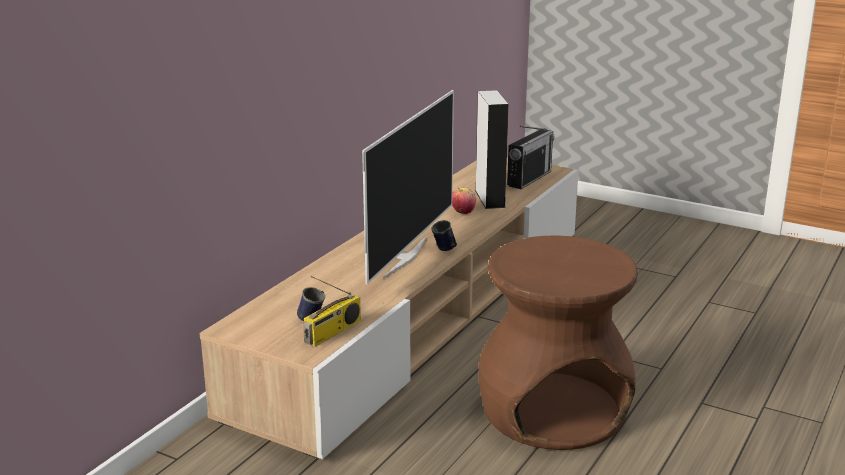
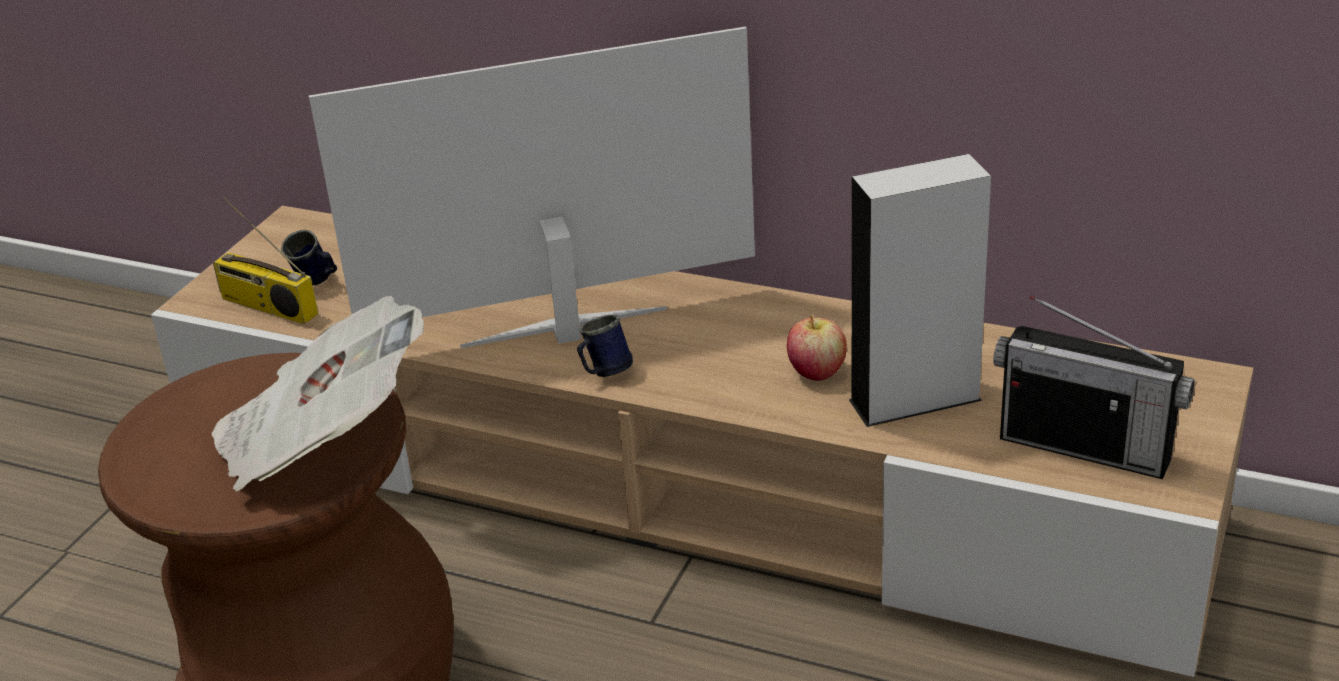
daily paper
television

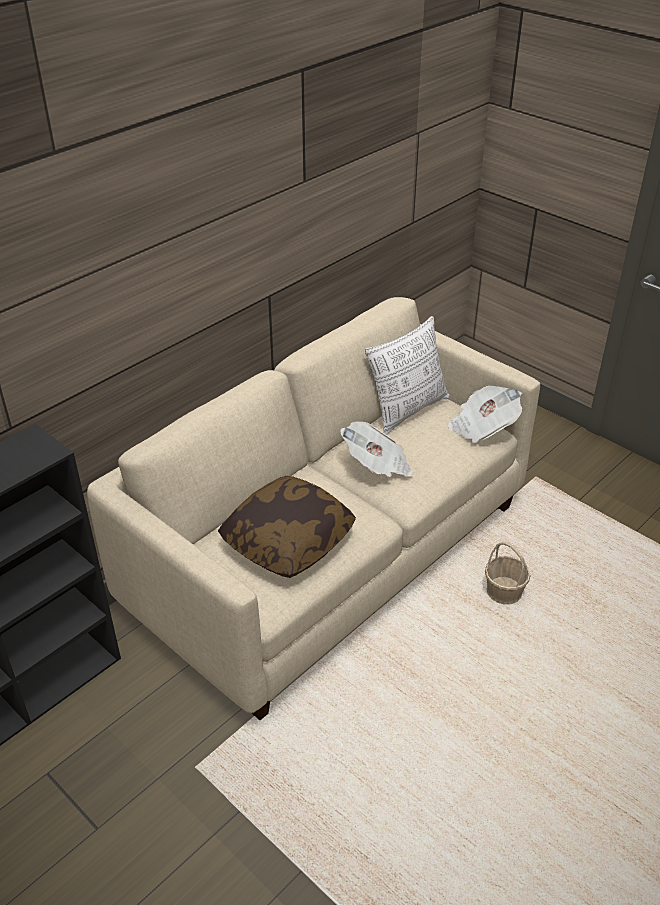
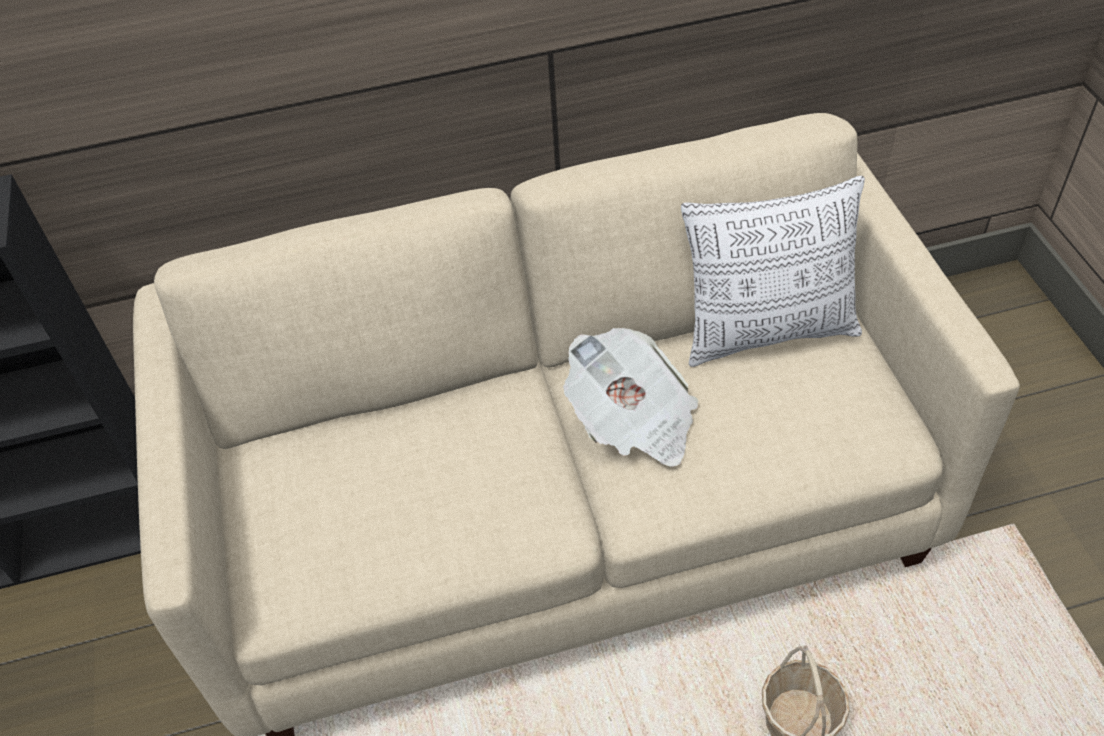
throw pillow (1st from left in the first image)
daily paper (2nd from left in the first image)

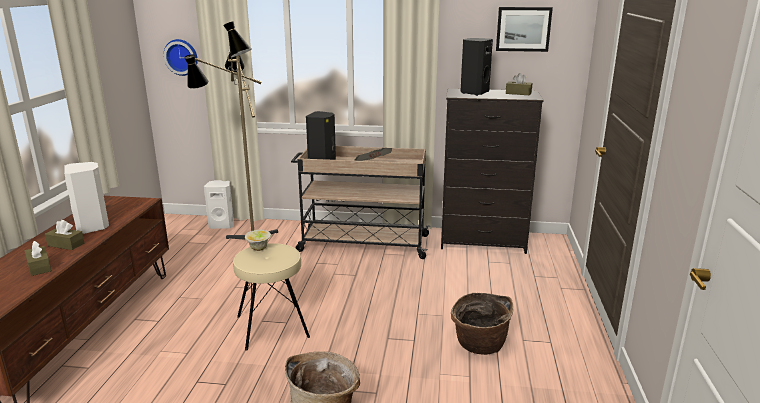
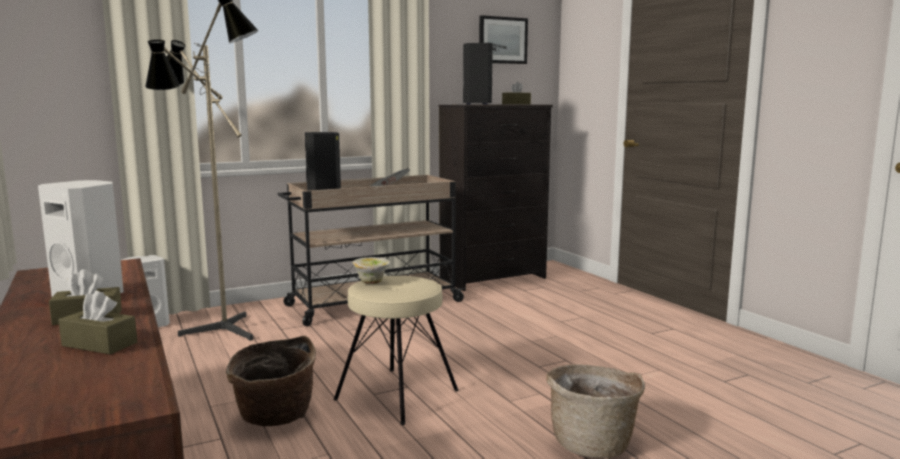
wall clock
storage basket (1st from left)

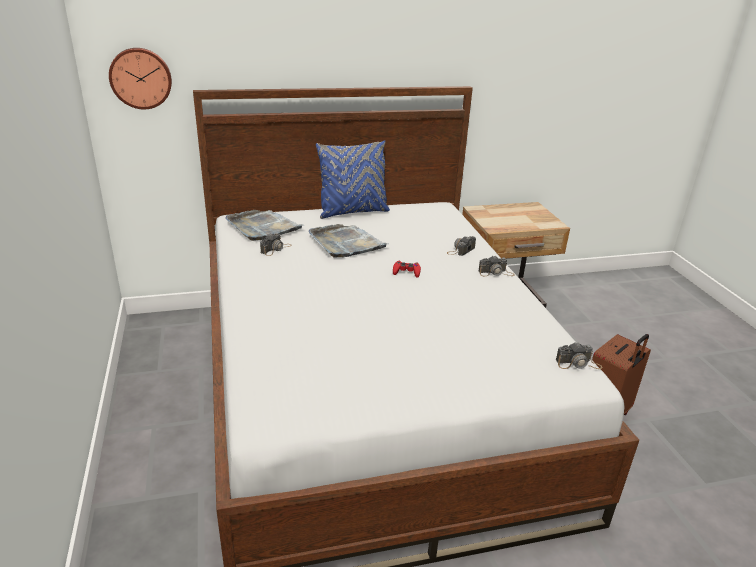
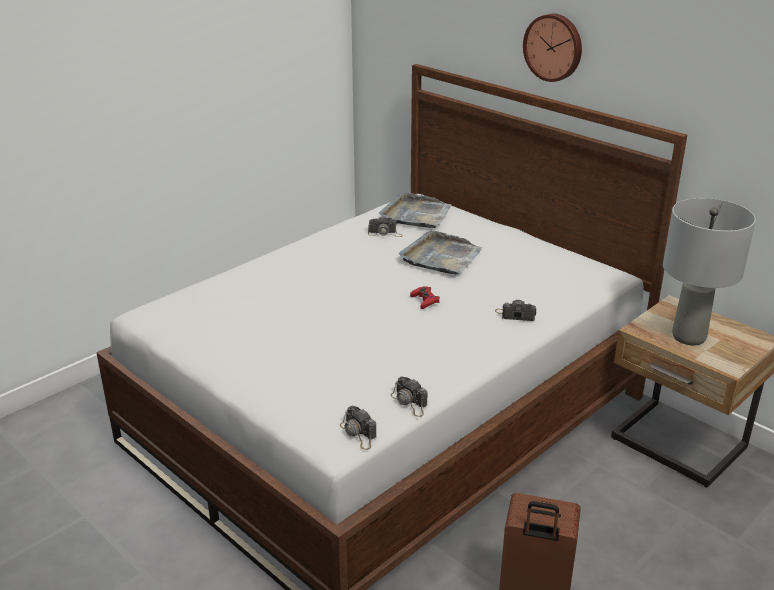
blue-coloured throw pillow
gray lamp for a table
wall clock
photo camera (3rd from left)

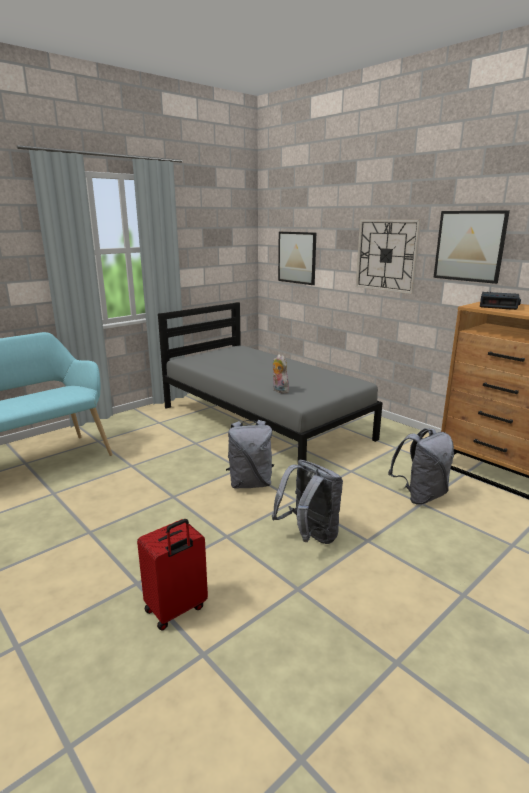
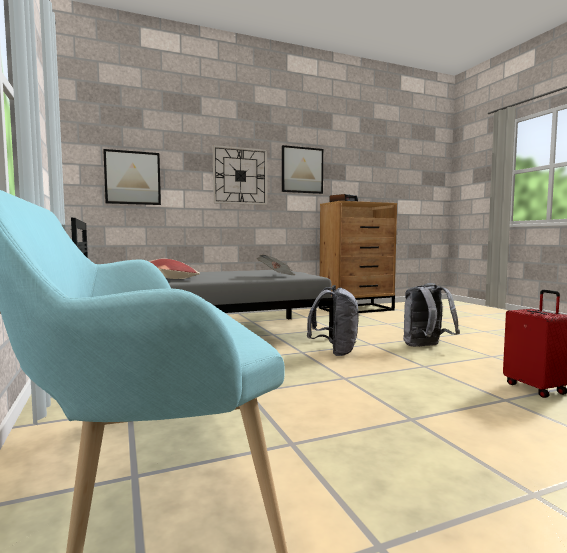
gray rucksack (3rd from left in the first image)
throw pillow
daily paper

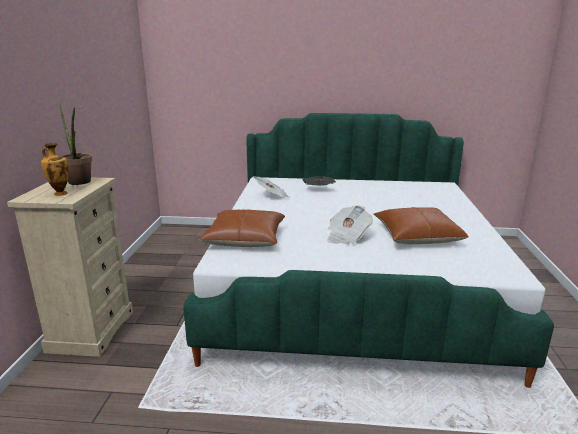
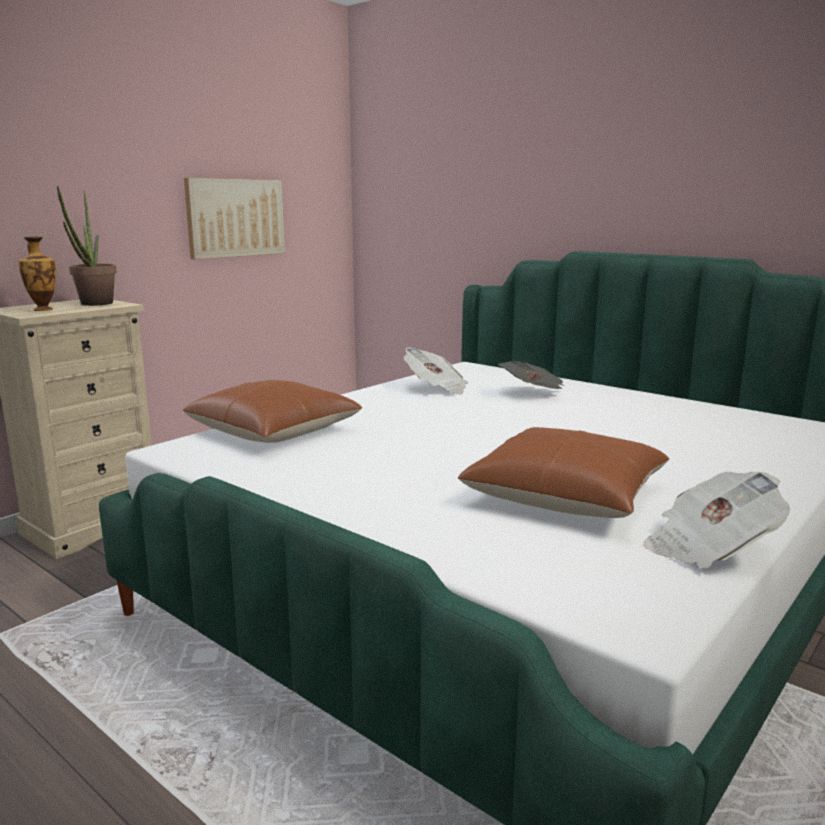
wall picture
daily paper (3rd from left)

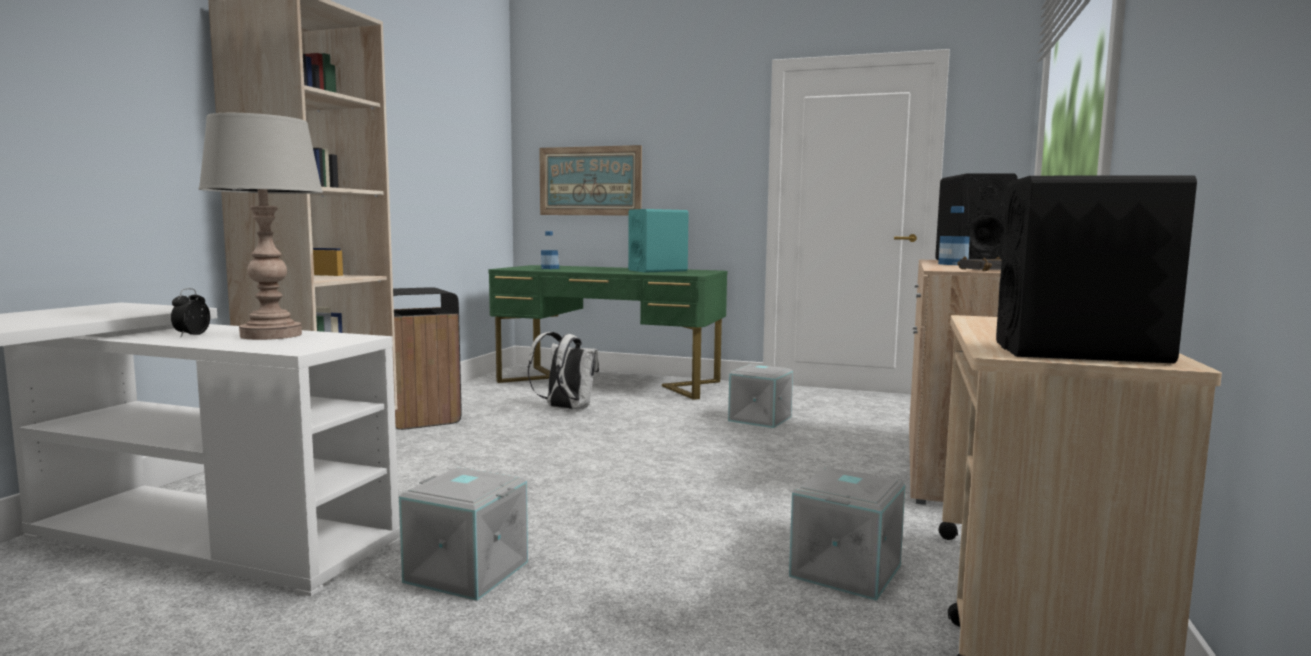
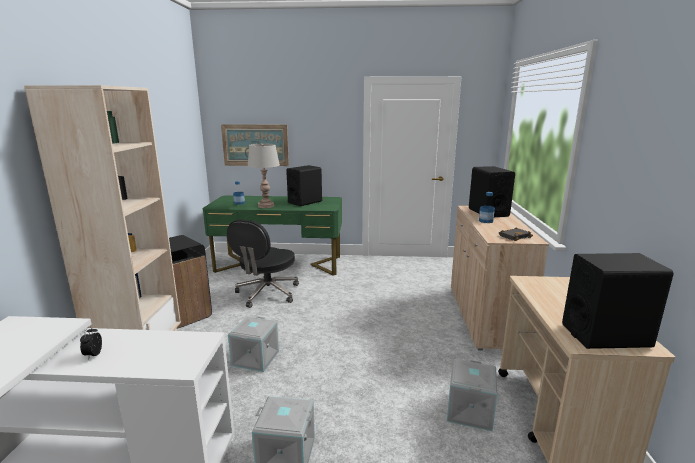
gray lamp for a table
gray storage box (1st from left)
blackish computer chair
blackish speaker (1st from left)

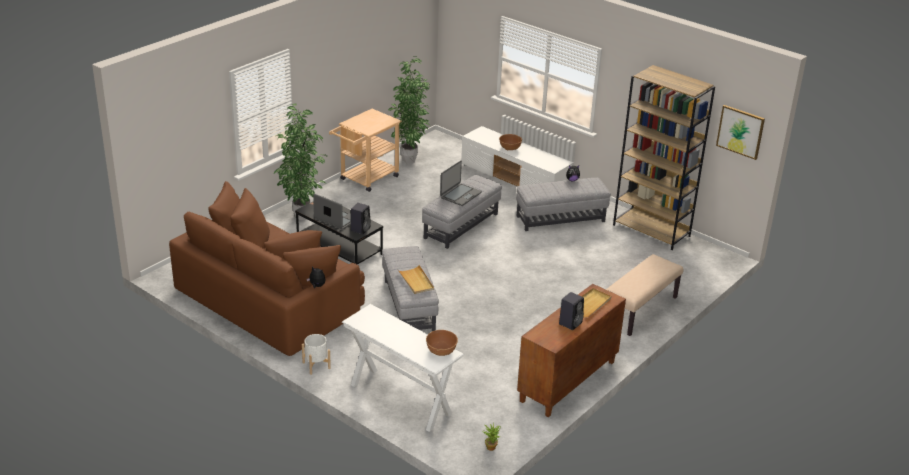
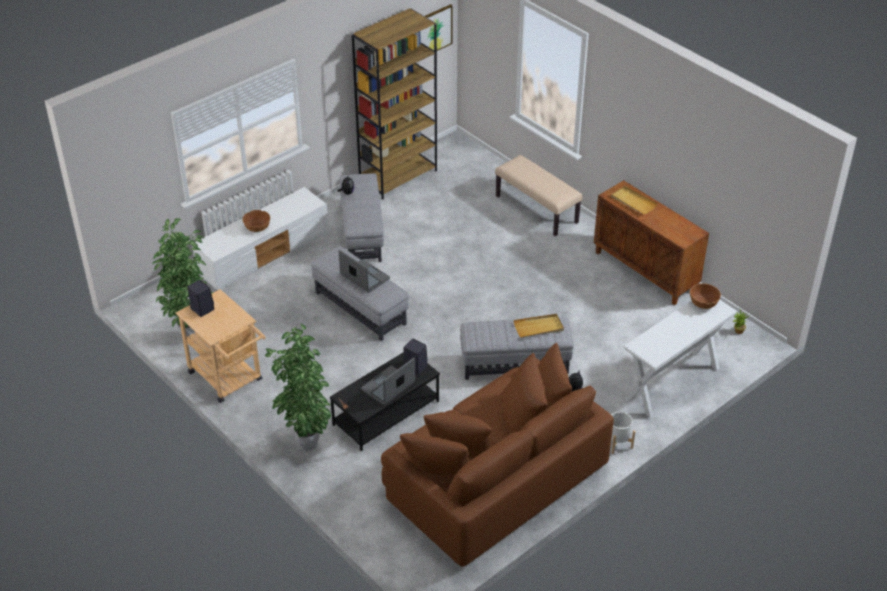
blackish speaker (1st from left)

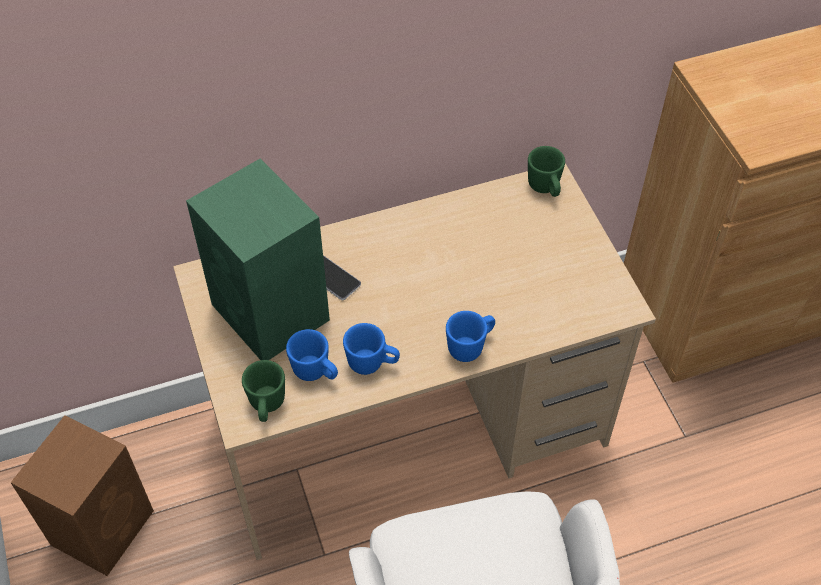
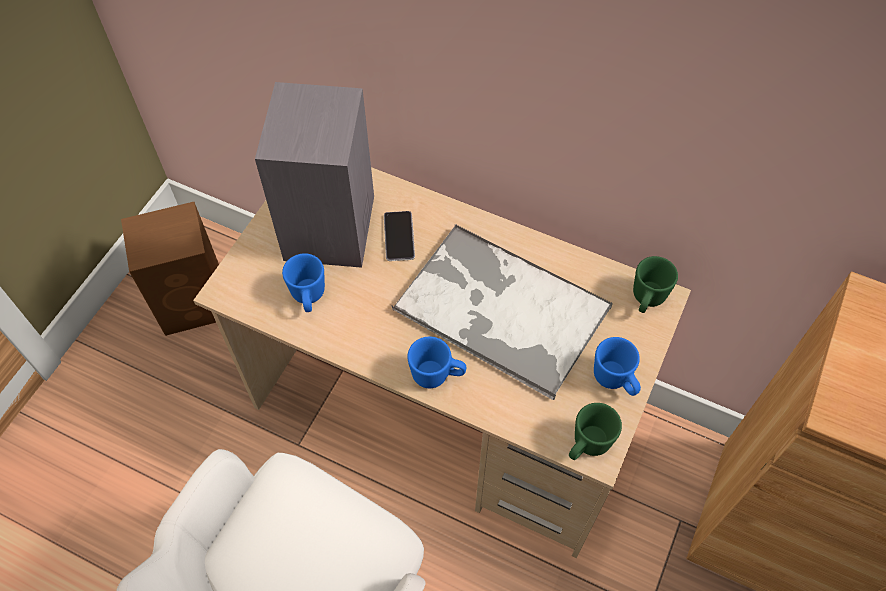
carrying tray
green-coloured mug (1st from left)
blue-coloured mug (3rd from left)
gray speaker

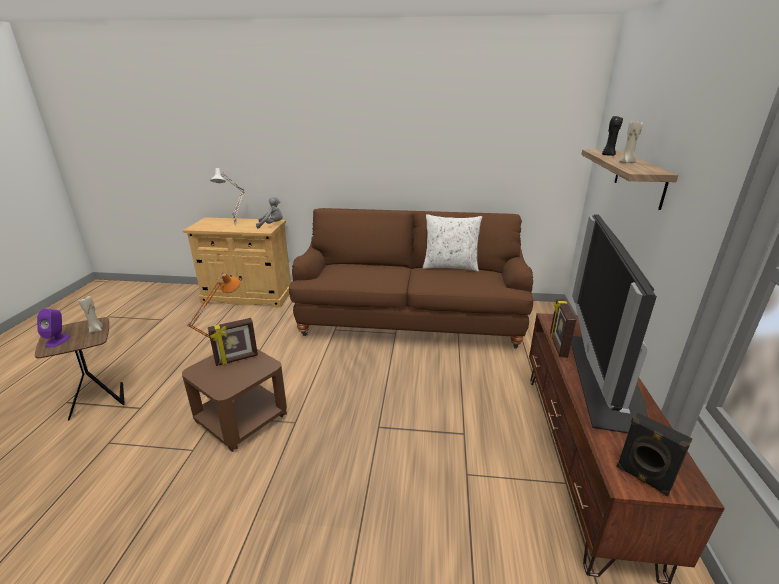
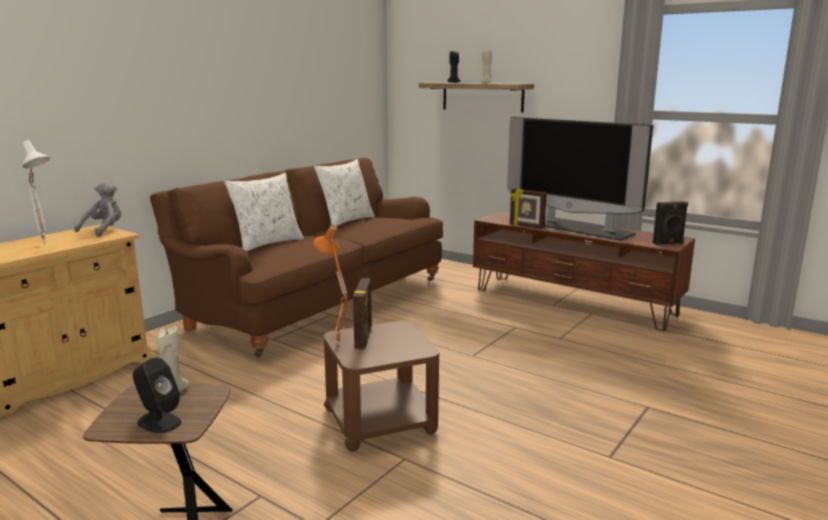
white throw pillow (1st from left)
blackish speaker (1st from left)

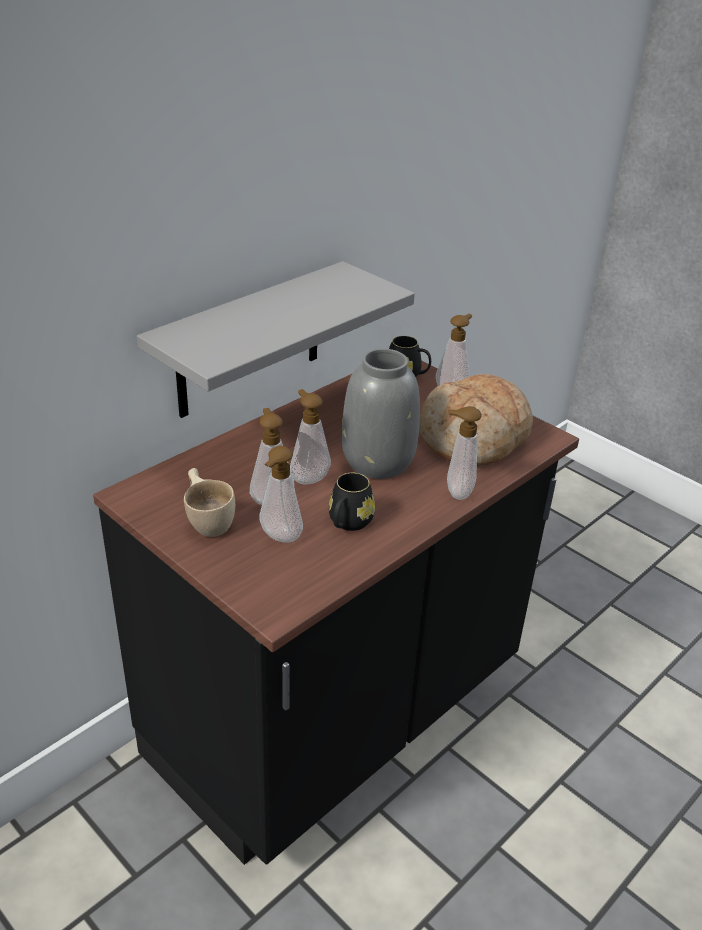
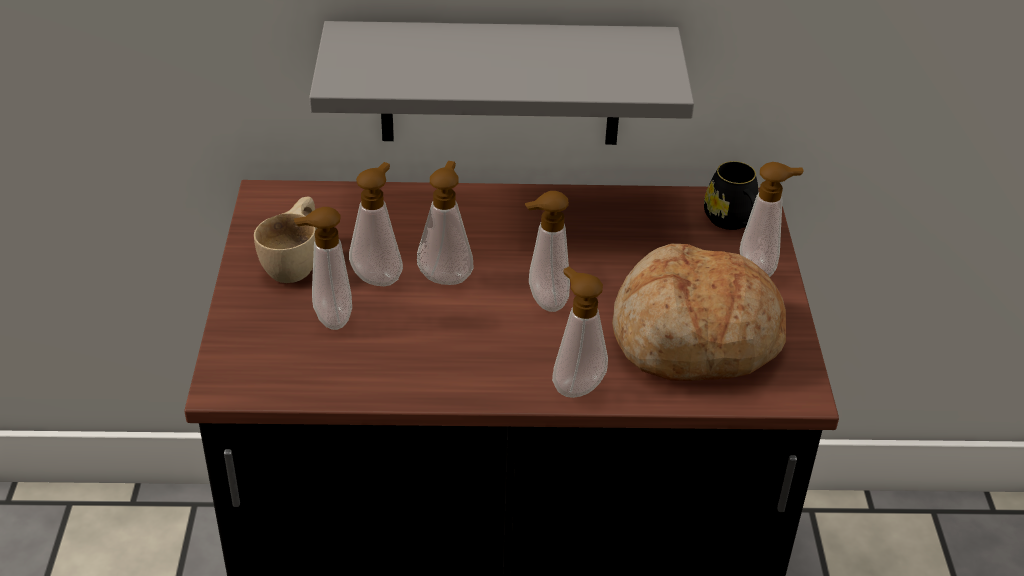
blackish mug (1st from left in the first image)
soap dispenser (4th from left)

